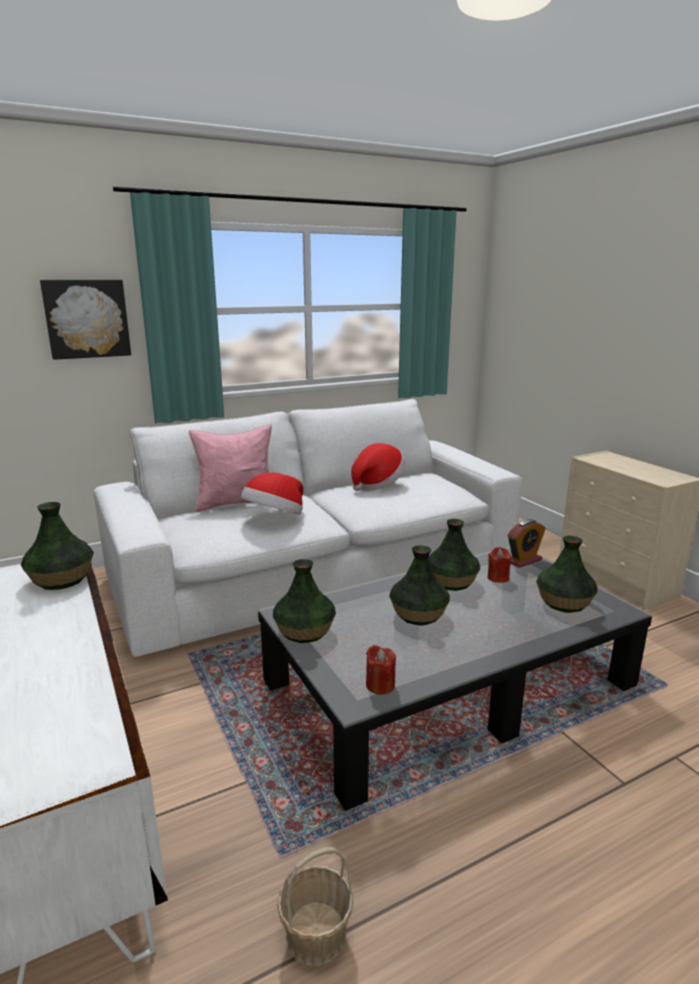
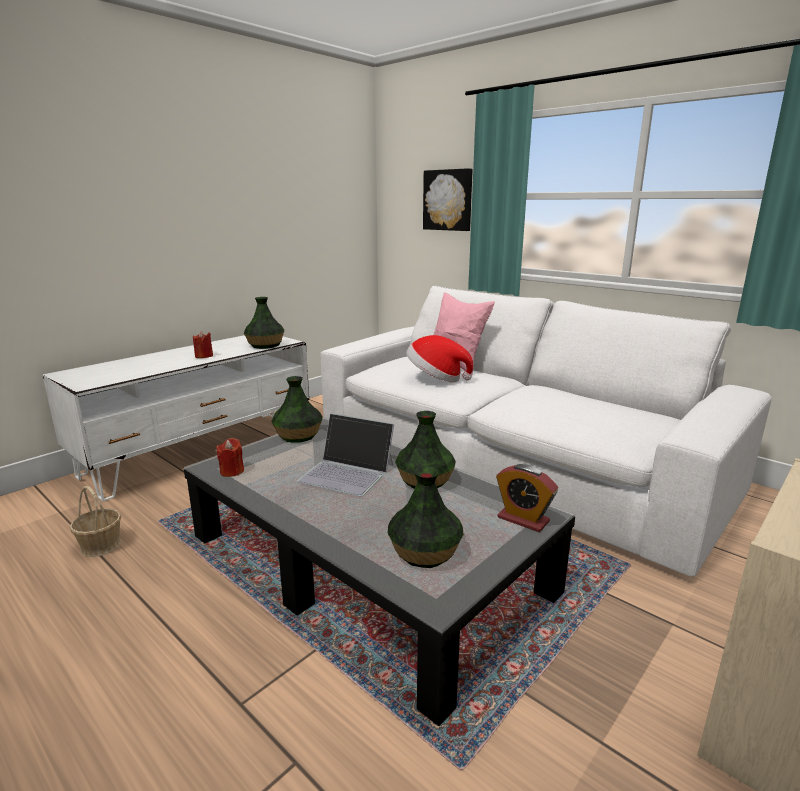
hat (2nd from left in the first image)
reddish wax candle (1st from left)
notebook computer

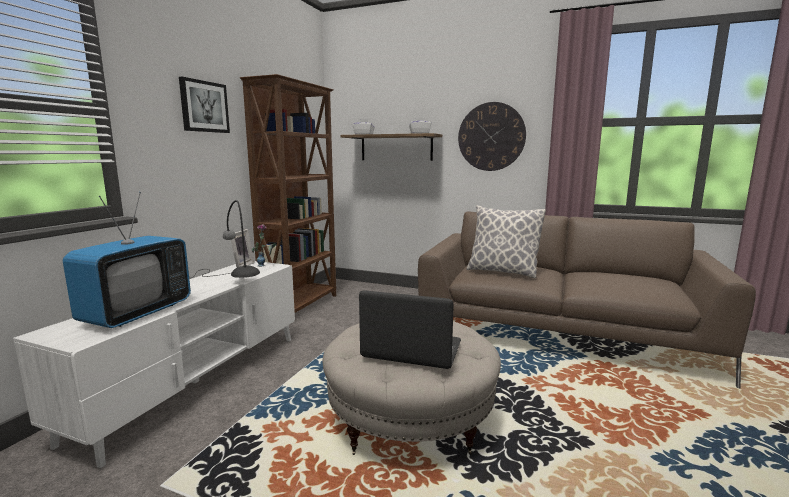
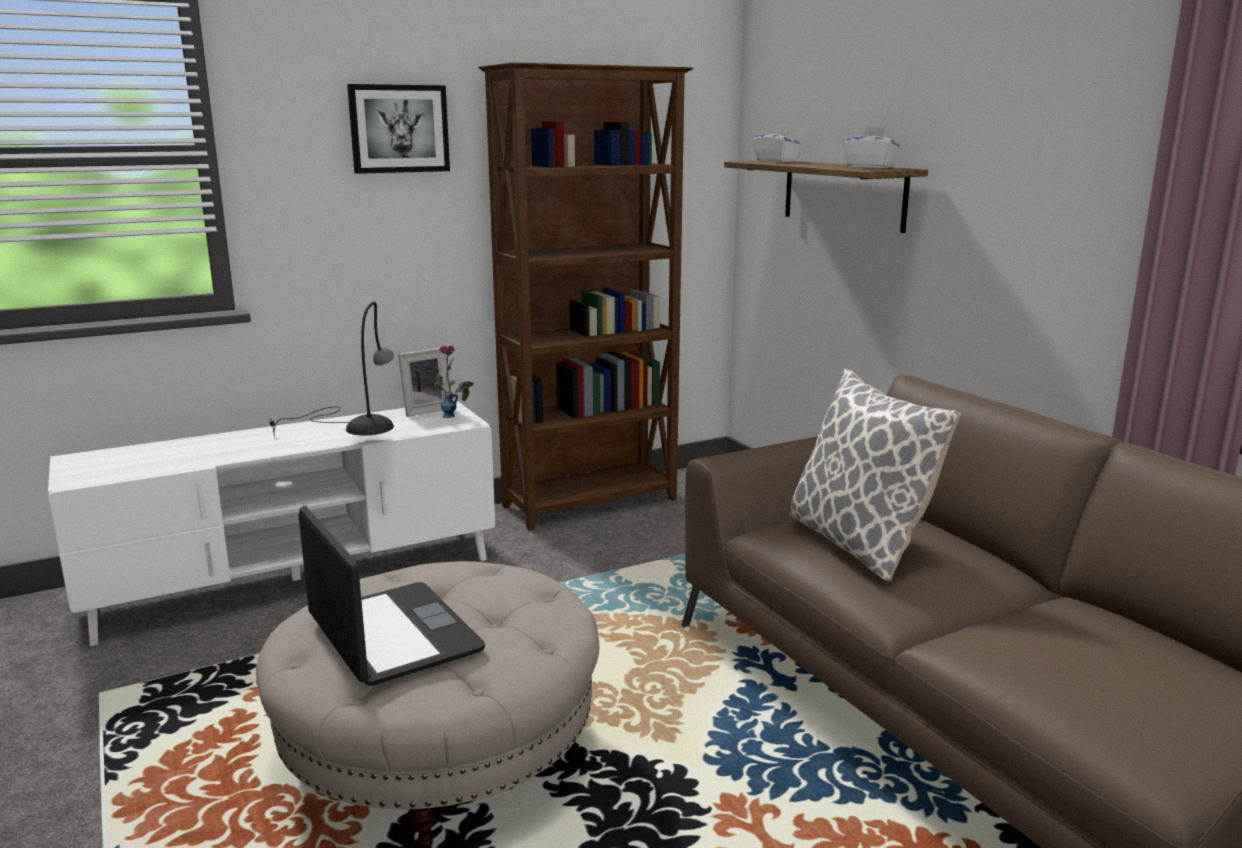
television
wall clock

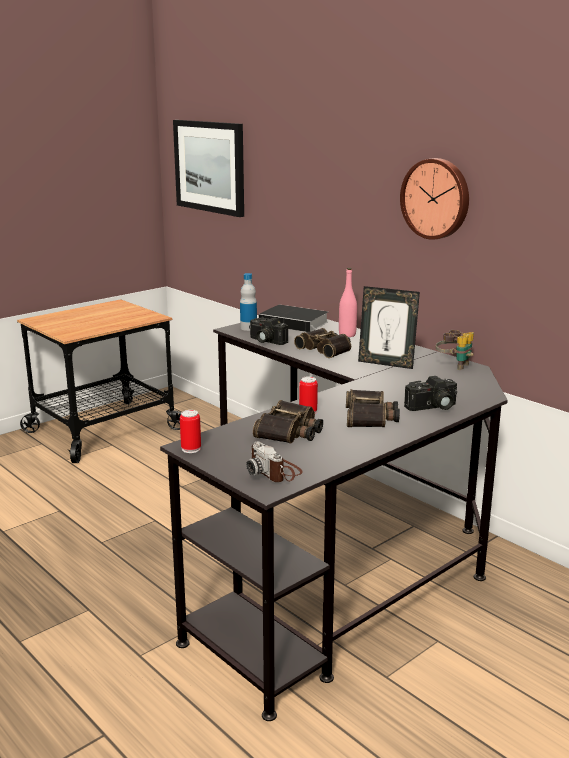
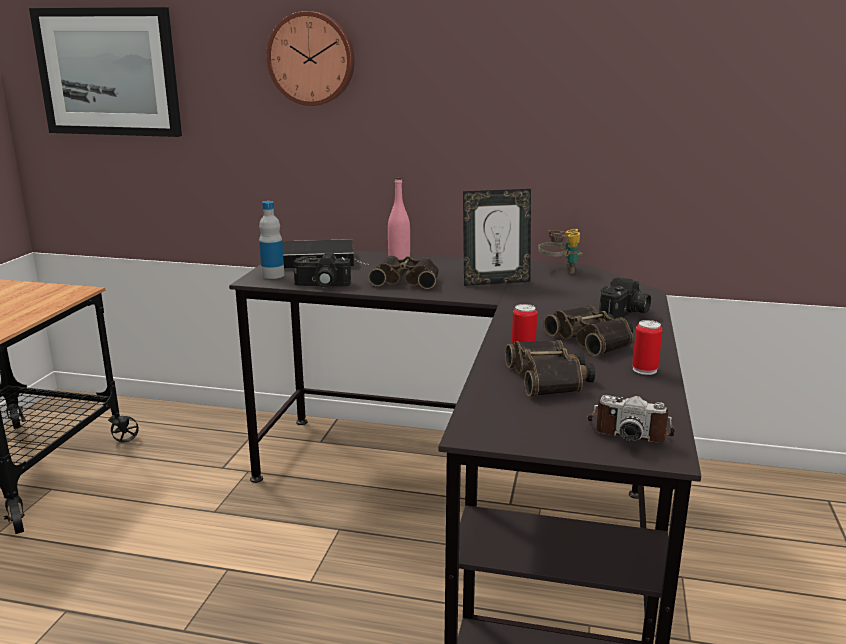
can (2nd from left)
wall clock

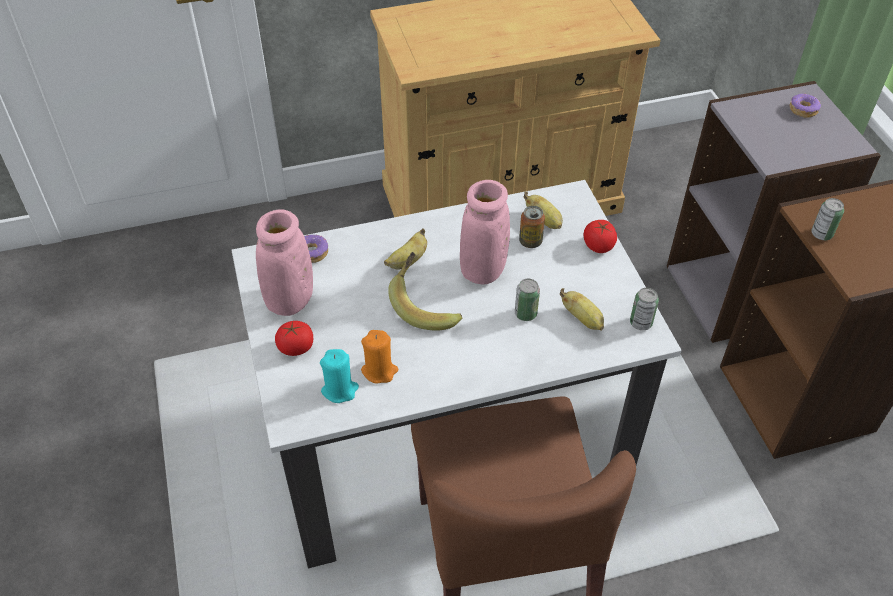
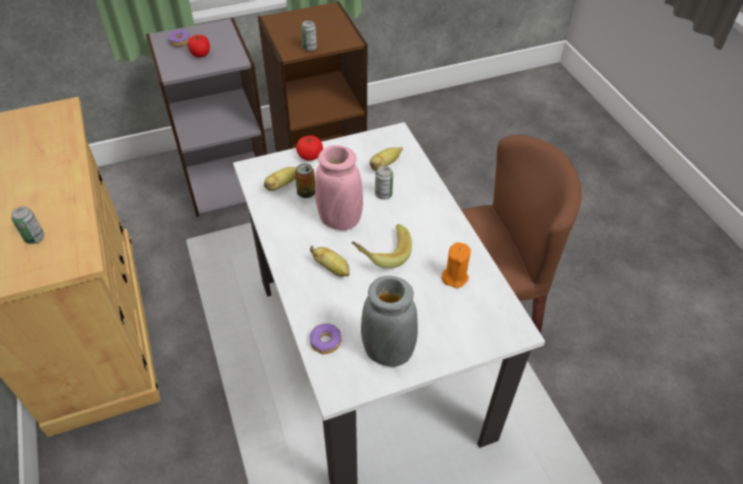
turquoise wax candle
tomato (1st from left)
can (1st from left)
gray vase

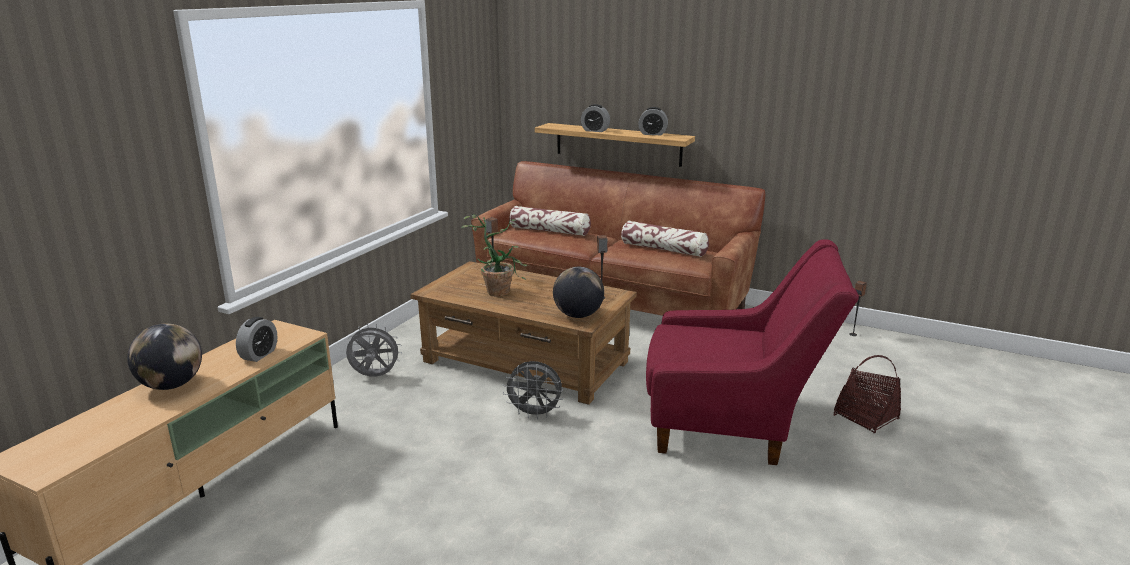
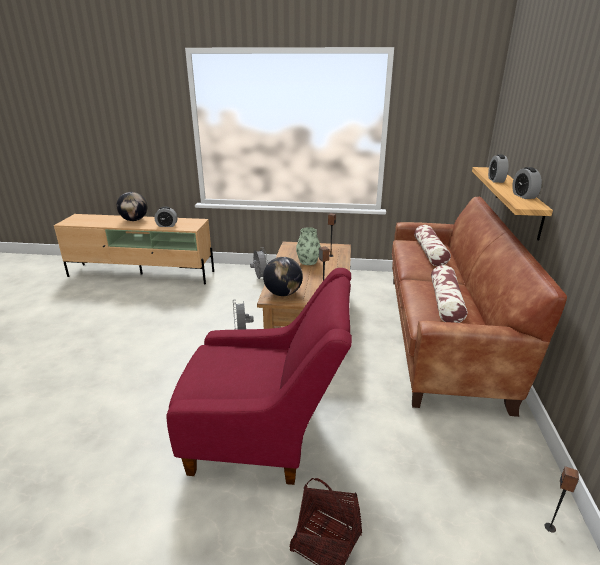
vase
reddish easy chair

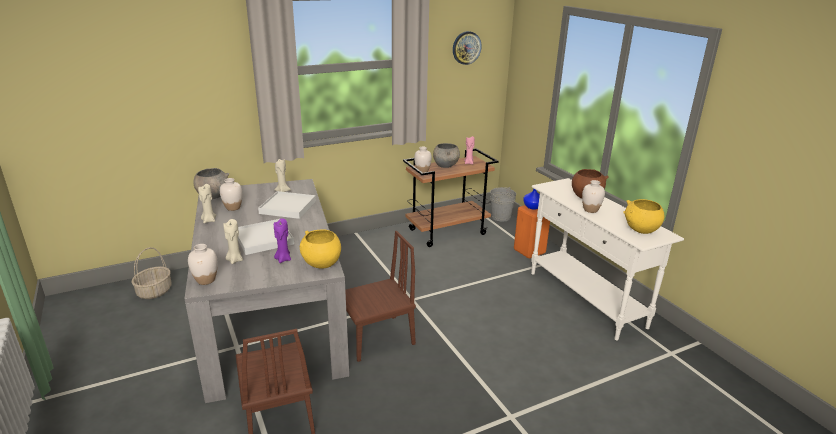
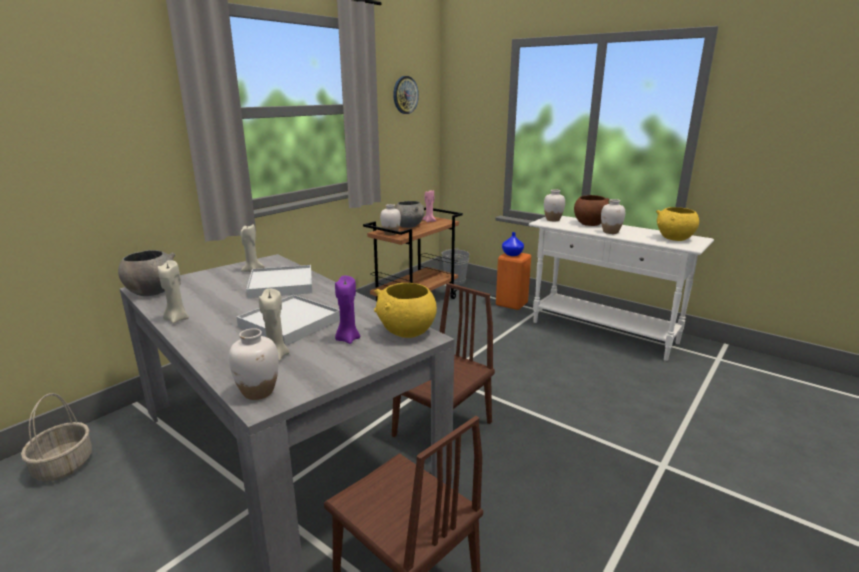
white vase (3rd from left)

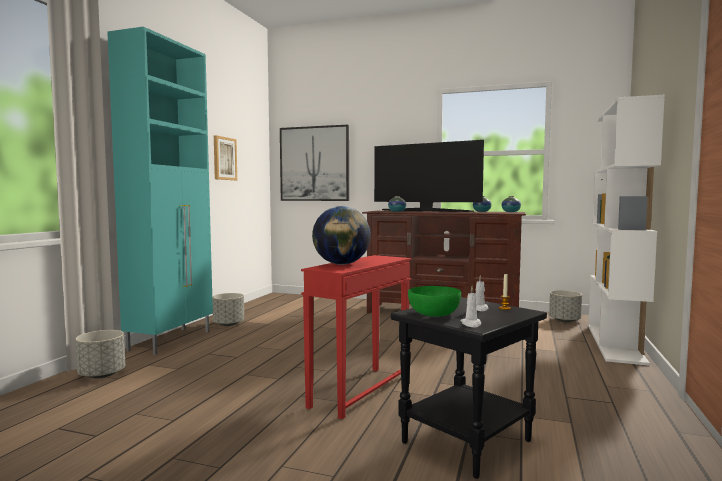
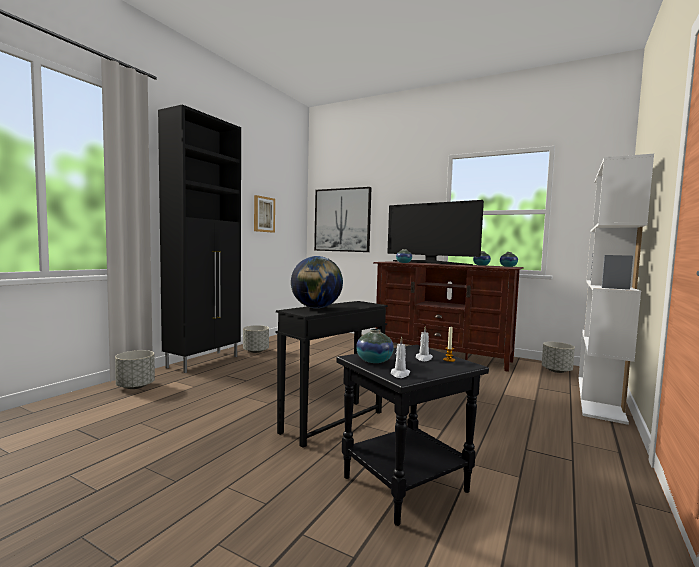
vase (1st from left)
blackish cabinet
blackish side table (1st from left)

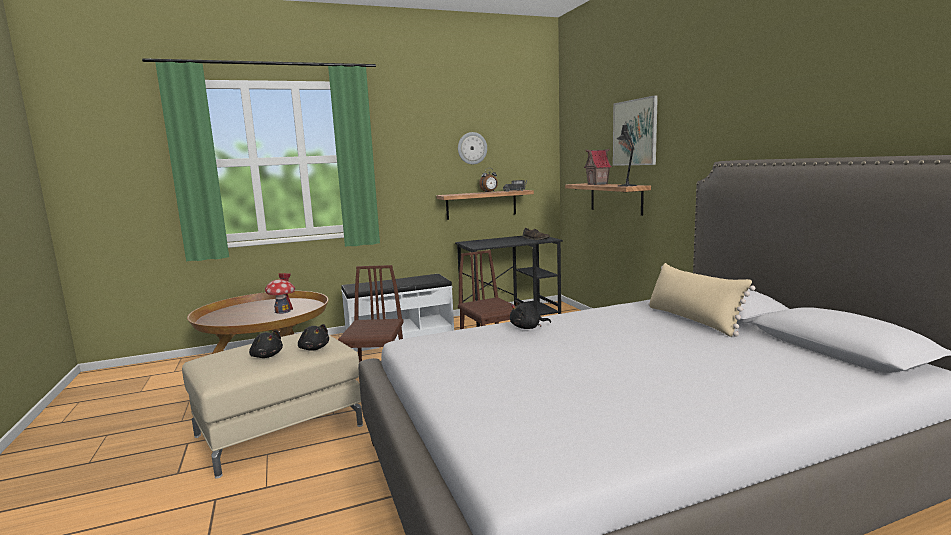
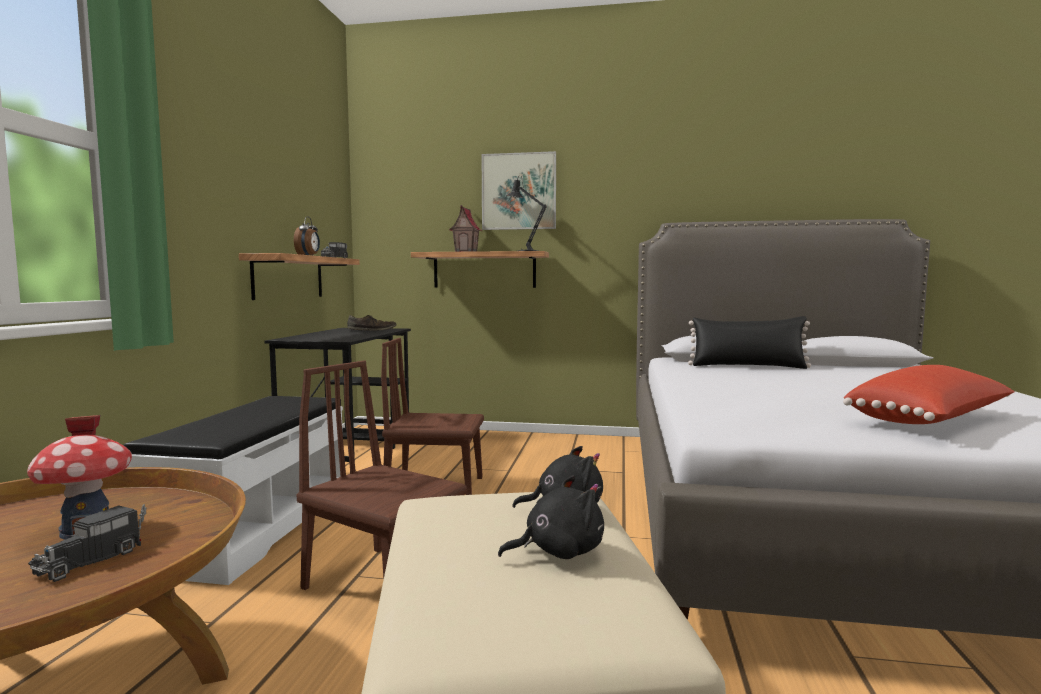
wall clock
blackish cuddly toy (3rd from left in the first image)
toy truck (1st from left)
reddish throw pillow
blackish throw pillow

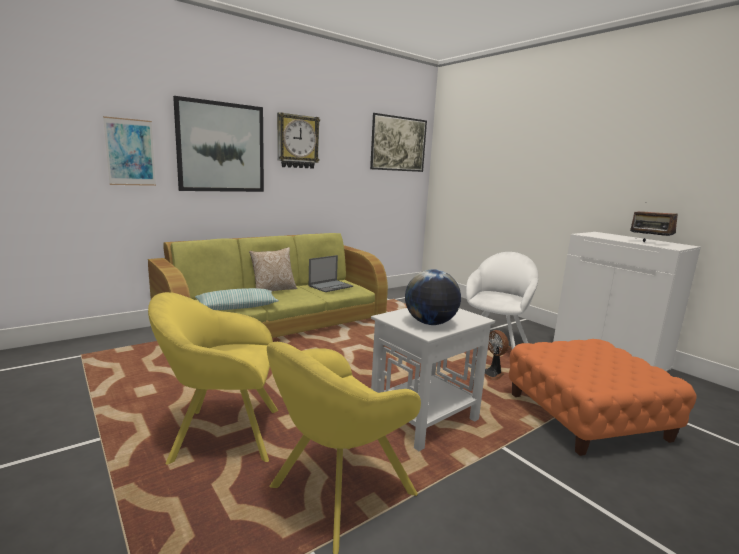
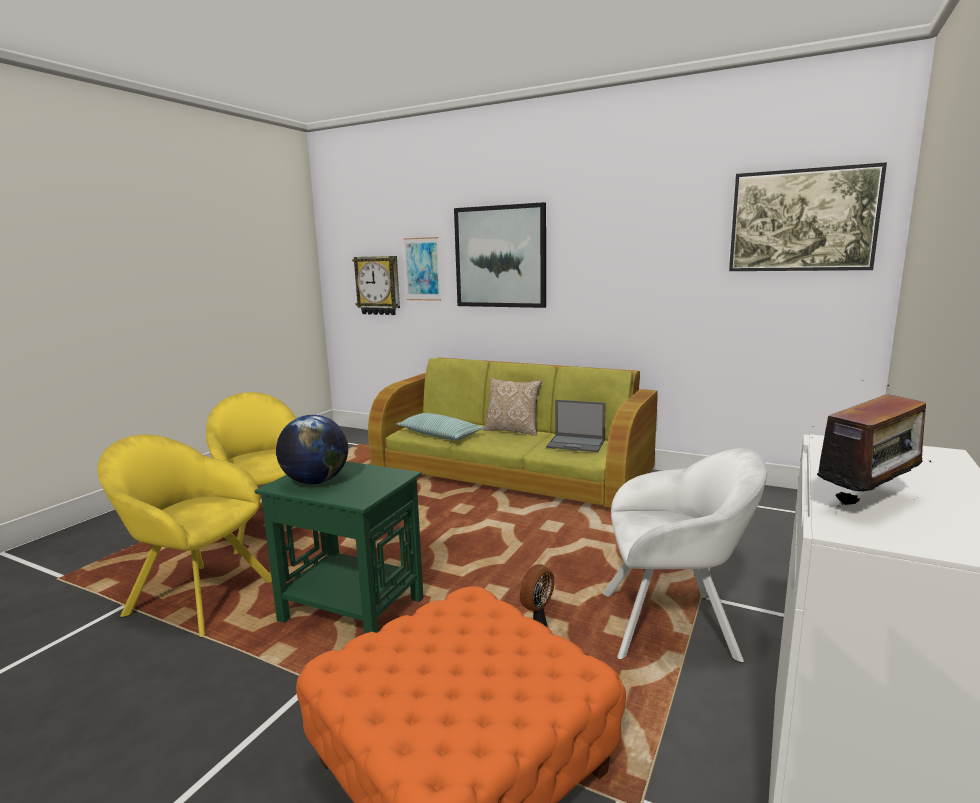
wall clock
green-coloured side table
radio receiver

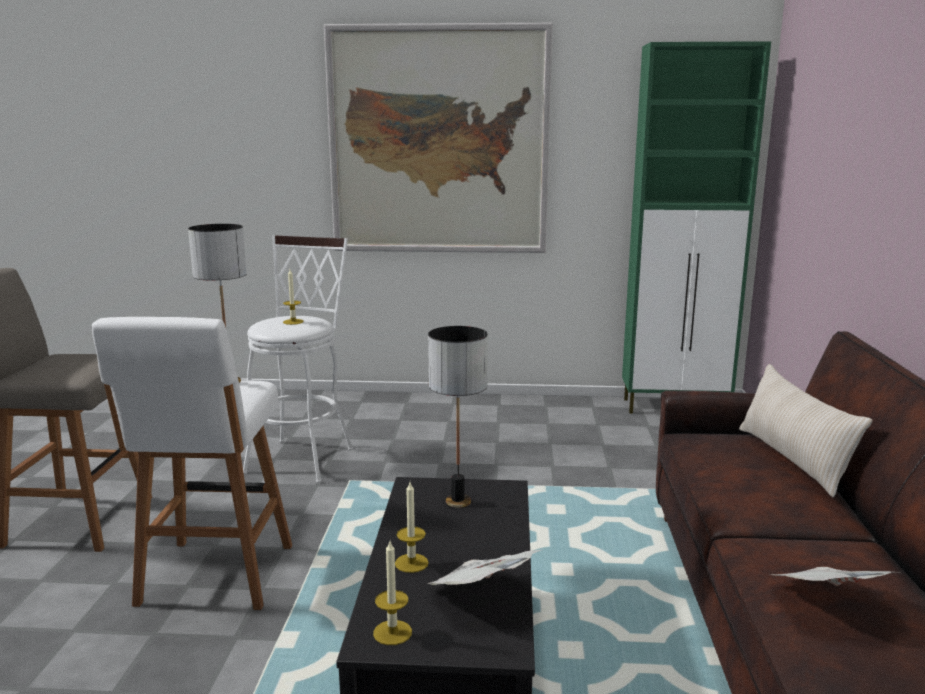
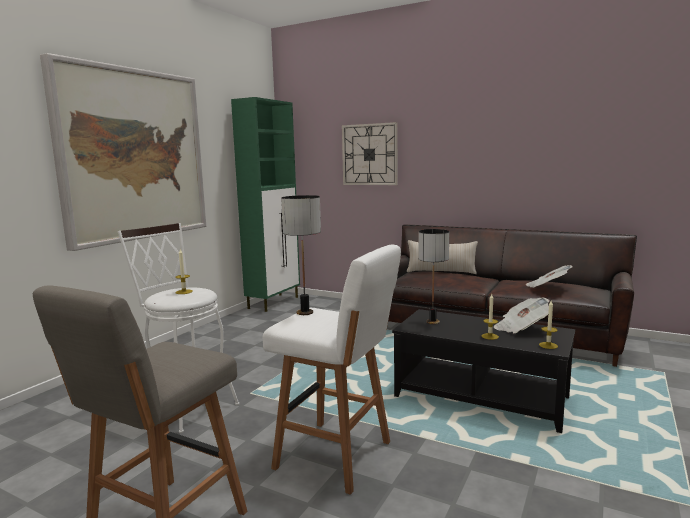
wall clock

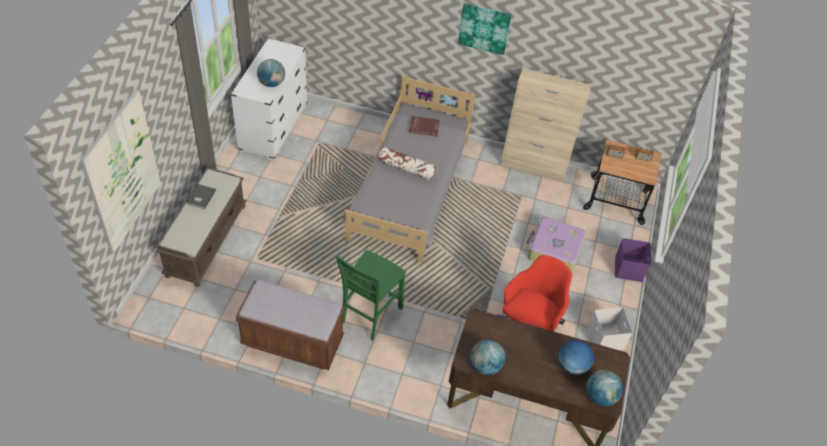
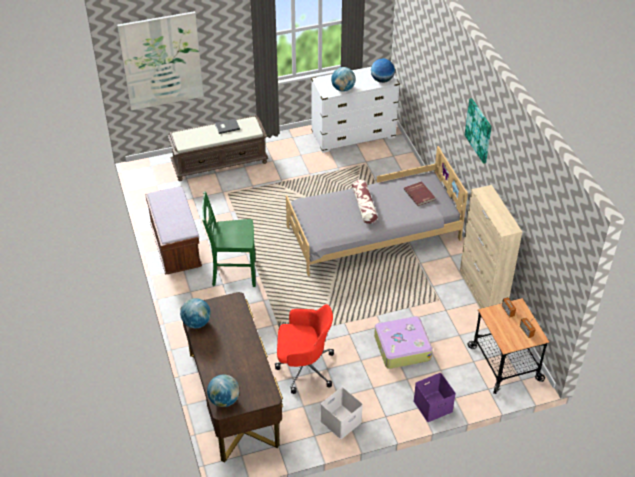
world globe (4th from left)

